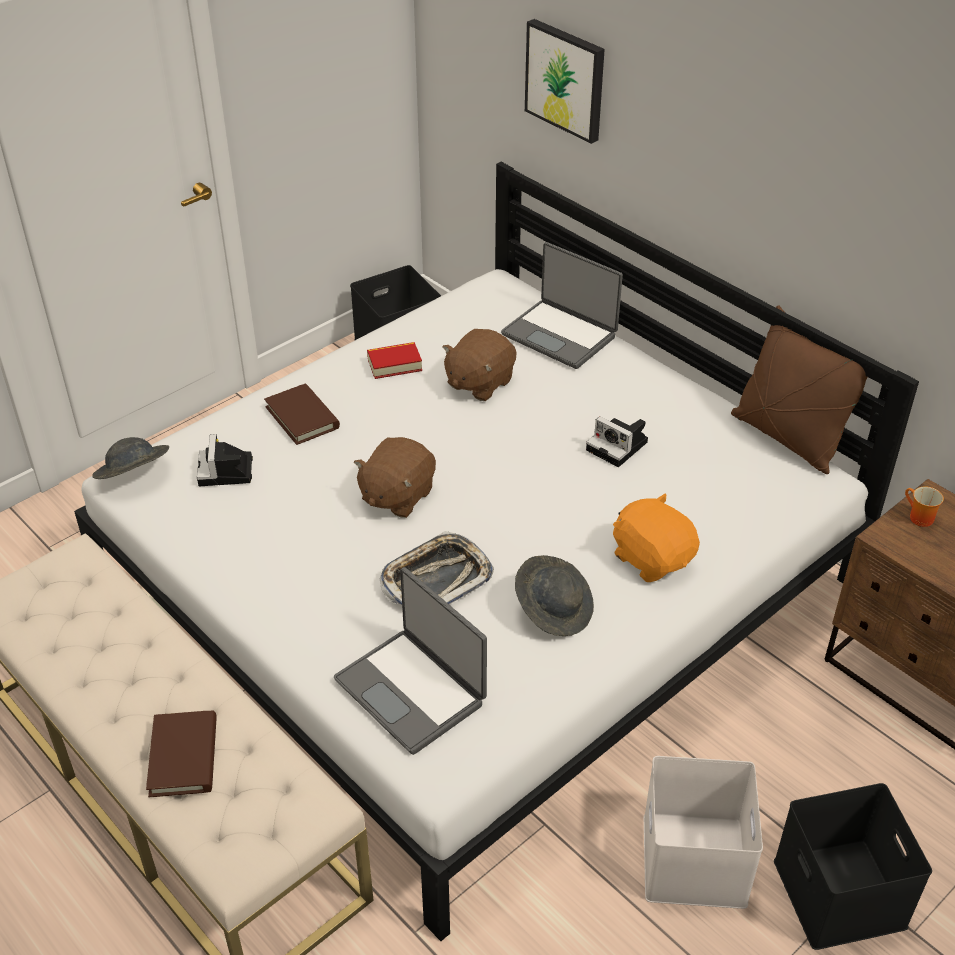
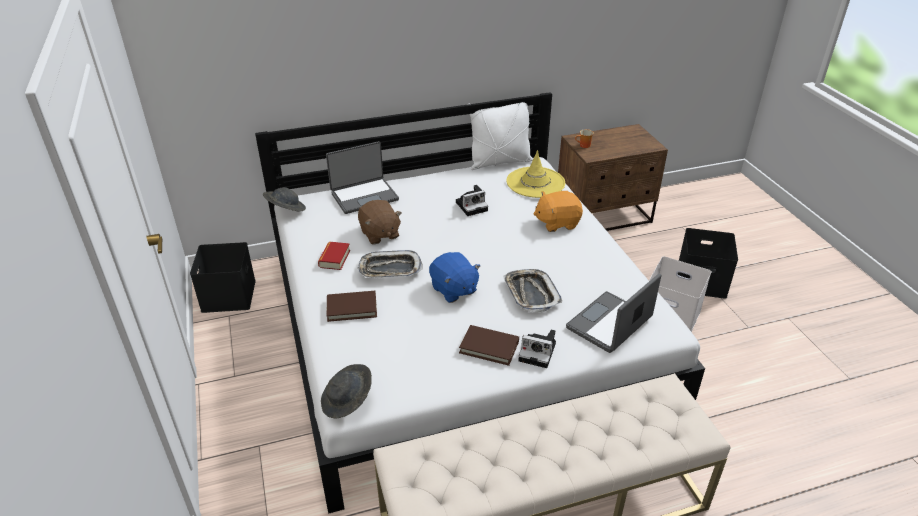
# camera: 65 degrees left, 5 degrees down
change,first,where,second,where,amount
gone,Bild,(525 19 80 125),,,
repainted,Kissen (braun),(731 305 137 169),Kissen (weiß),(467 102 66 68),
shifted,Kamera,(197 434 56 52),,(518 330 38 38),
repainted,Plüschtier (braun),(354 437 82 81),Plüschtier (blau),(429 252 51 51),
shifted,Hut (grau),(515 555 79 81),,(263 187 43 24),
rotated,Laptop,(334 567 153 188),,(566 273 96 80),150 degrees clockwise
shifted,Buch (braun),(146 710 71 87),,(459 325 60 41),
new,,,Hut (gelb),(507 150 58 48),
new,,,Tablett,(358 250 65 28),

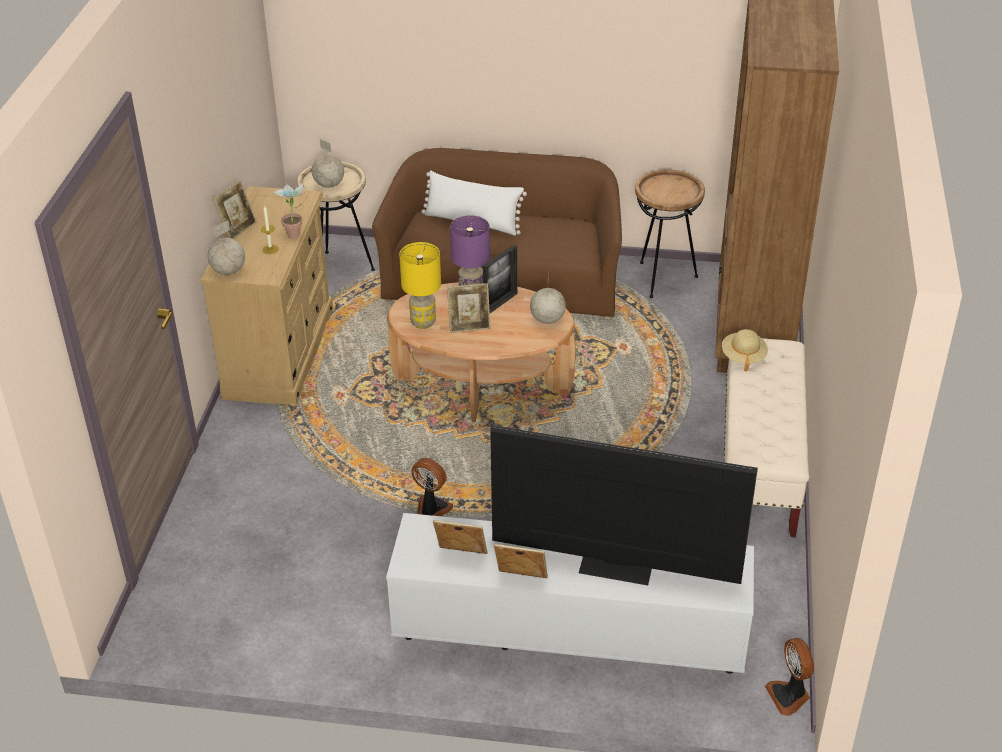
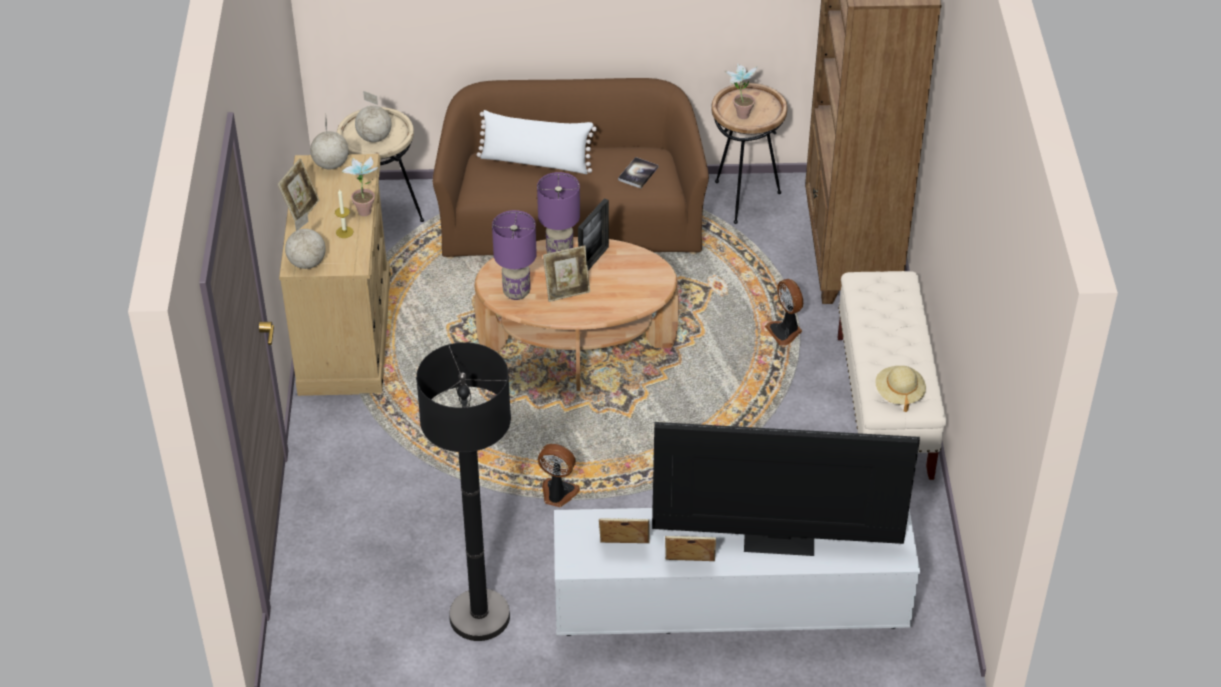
# camera: 10 degrees left, 5 degrees up
change,first,where,second,where,amount
repainted,Tischlampe (gelb),(399 242 42 87),Tischlampe (lila),(492 210 45 90),
shifted,Globus,(530 274 36 50),,(310 118 39 51),
shifted,Hut (beige),(722 329 46 42),,(875 366 51 46),
shifted,Ventilator,(765 638 49 78),,(765 279 38 67),
new,,,Topfpflanze,(724 63 34 56),
new,,,Buch,(618 157 41 31),
new,,,Stehlampe (schwarz),(416 342 95 299),

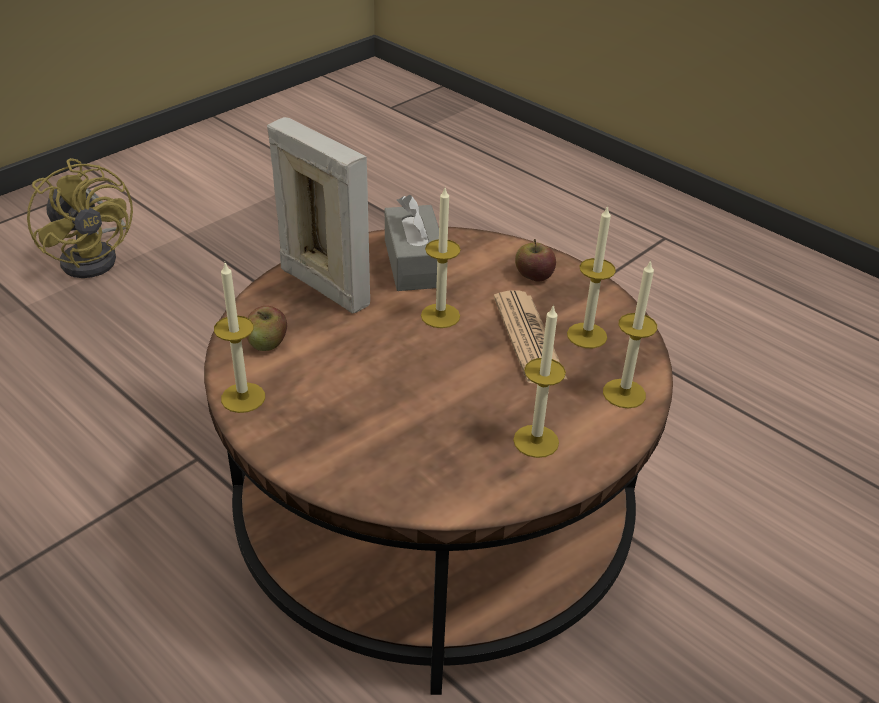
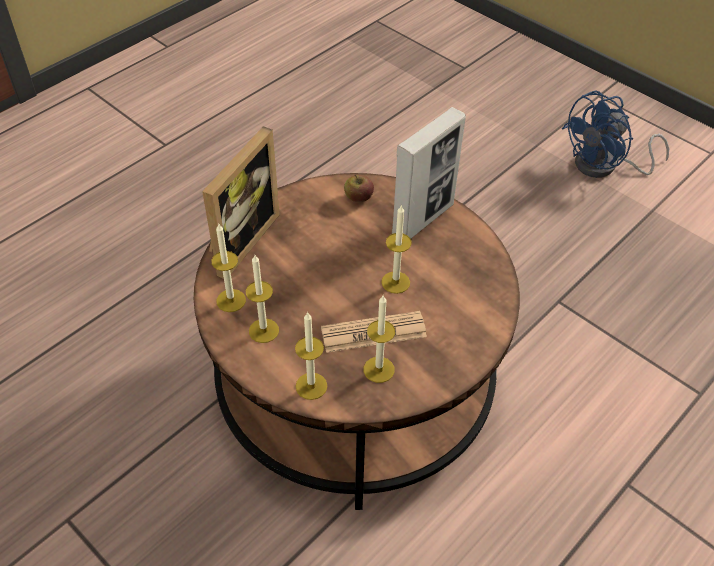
# camera: 90 degrees right, 10 degrees up
change,first,where,second,where,amount
repainted,Ventilator (gelb),(27 158 106 120),Ventilator (blau),(562 90 107 88),
gone,Taschentuchbox (grau),(385 195 54 96),,,
gone,Apfel,(515 239 41 43),,,
shifted,Kerze,(214 263 51 150),,(211 223 35 89),
new,,,Bilderrahmen,(202 126 78 153),

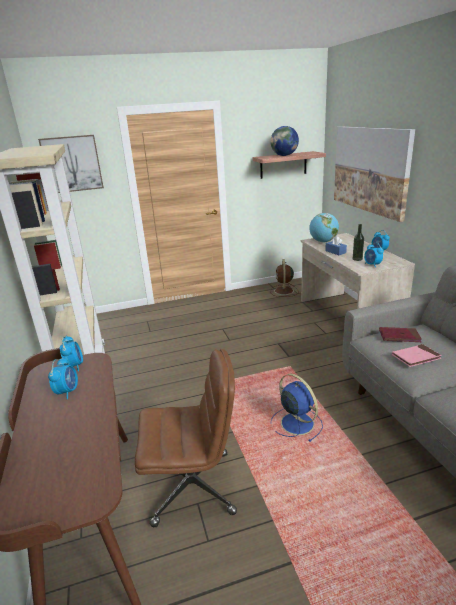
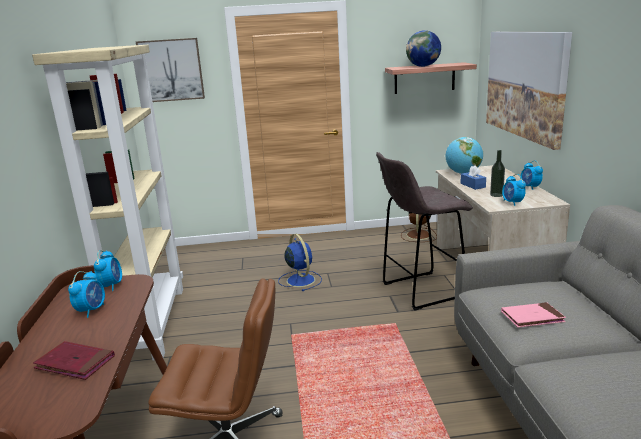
# camera: 10 degrees right, 5 degrees down
change,first,where,second,where,amount
shifted,Buch (rot),(379 327 43 15),,(33 341 82 39),
shifted,Ventilator (blau),(271 374 52 68),,(278 234 44 57),
new,,,Hocker (grau),(376 152 97 158),

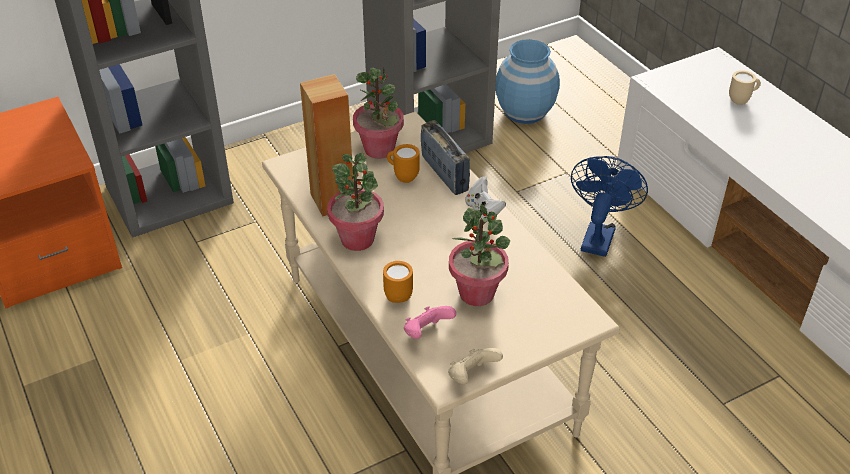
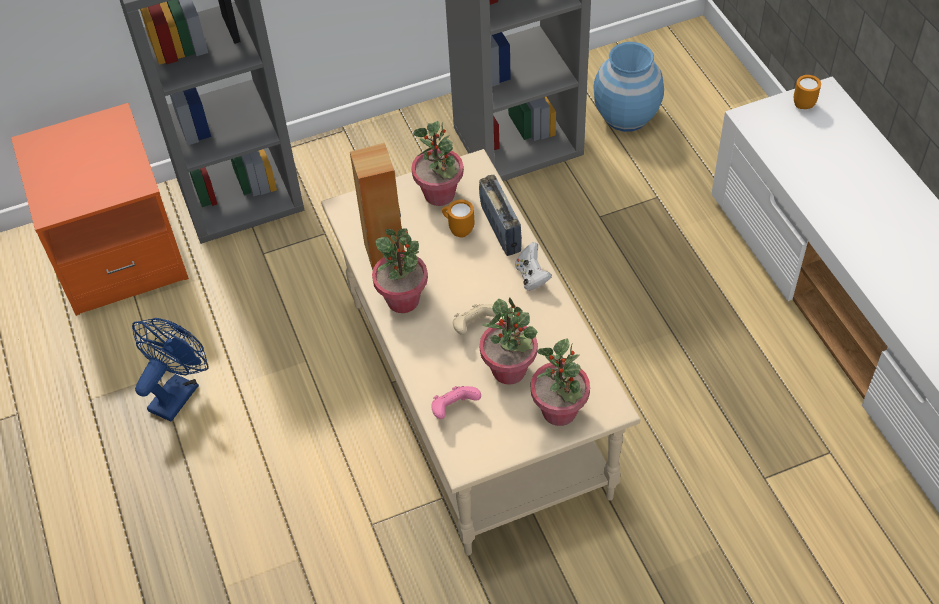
# camera: 10 degrees right, 10 degrees up
change,first,where,second,where,amount
gone,Henkelbecher (beige),(729 70 32 35),,,
shifted,Ventilator (blau),(571 156 77 101),,(132 318 77 104),
shifted,Henkelbecher (orange),(383 261 30 42),,(794 75 27 34),
shifted,Gamepad (beige),(448 348 55 36),,(453 304 43 31),
new,,,Topfpflanze,(531 338 59 88),

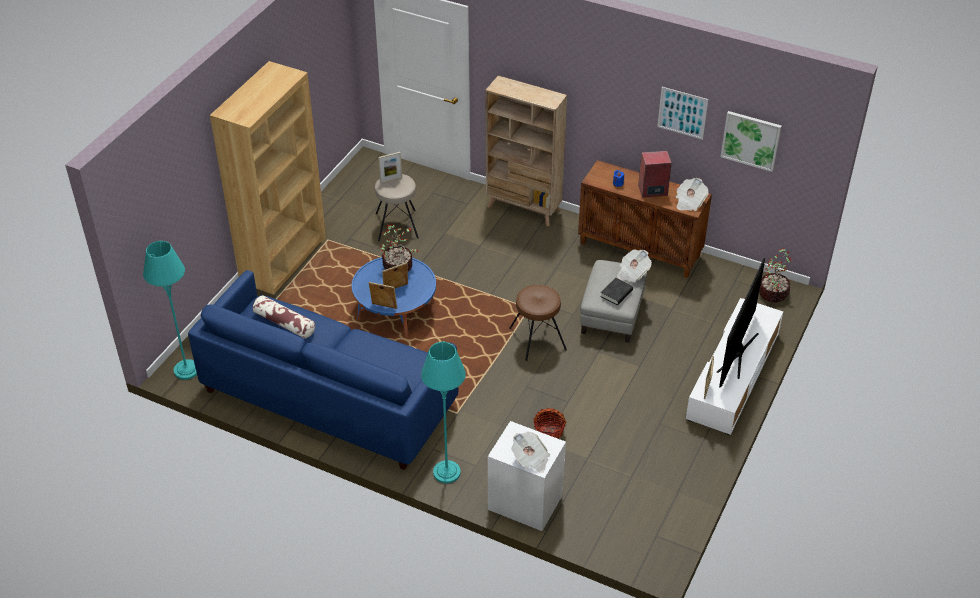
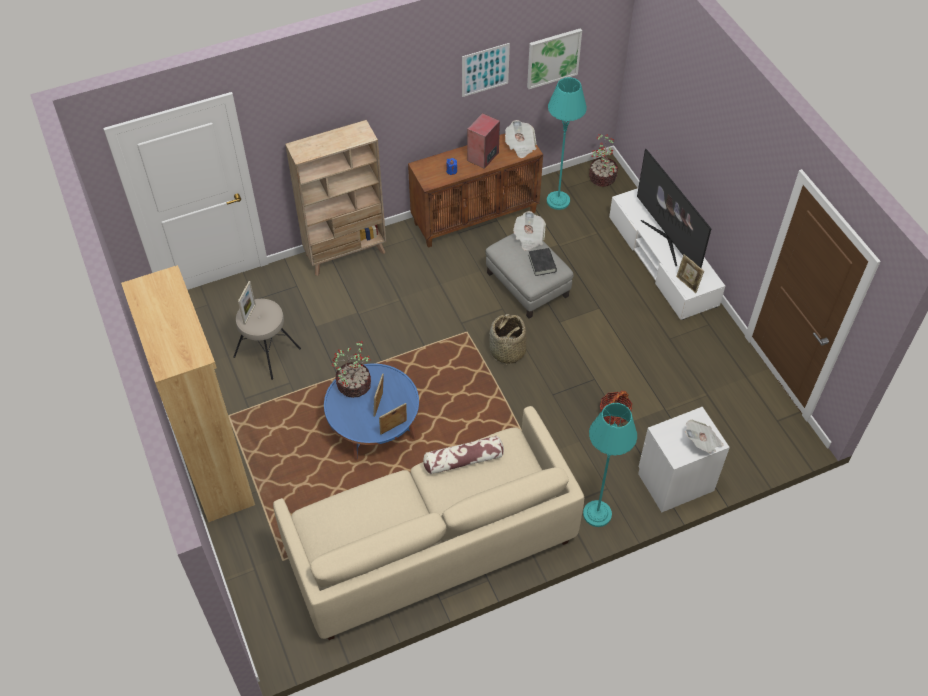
# camera: 50 degrees left, 10 degrees up
change,first,where,second,where,amount
shifted,Stehlampe (türkis),(143 241 54 139),,(547 77 40 133),
repainted,Sofa (blau),(188 270 270 200),Sofa (beige),(273 406 311 234),
swapped,Hocker (braun),(509 285 58 76),Korb,(489 314 38 52),
shifted,Kissen,(253 295 62 44),,(423 436 81 38),

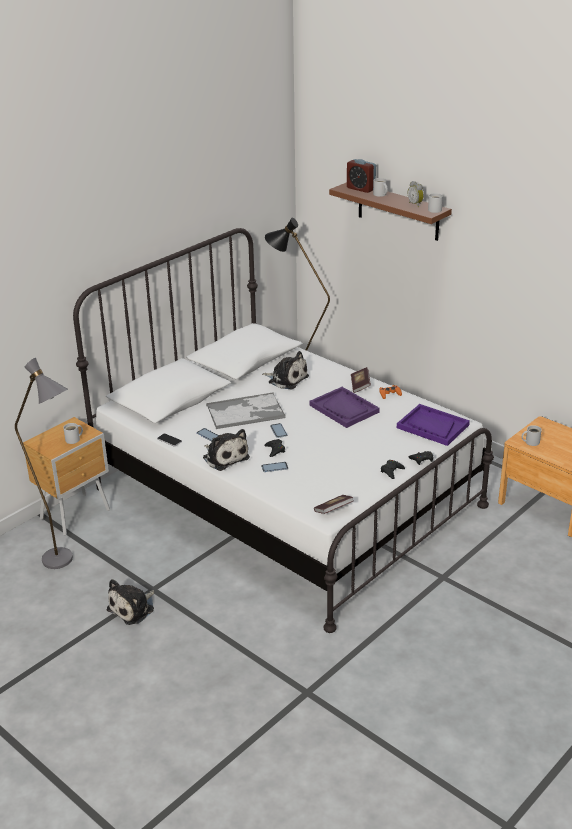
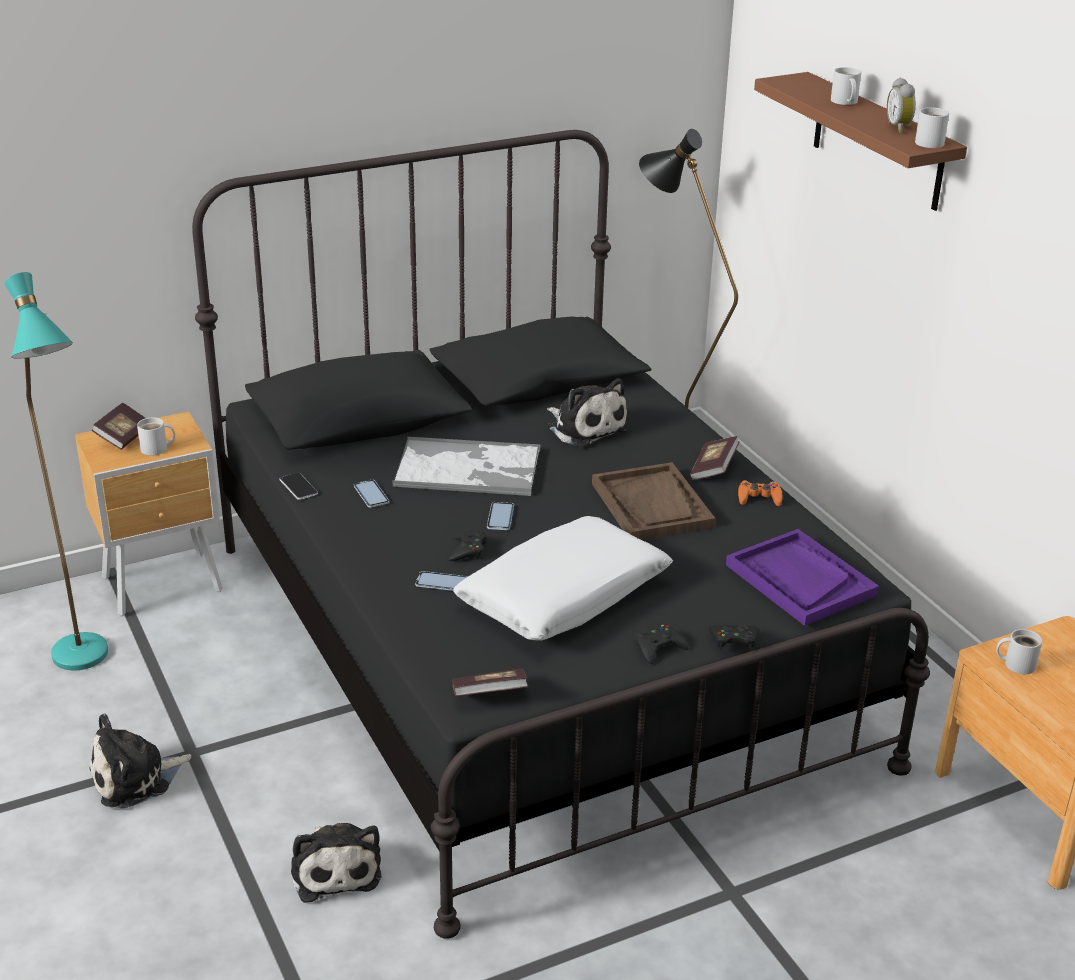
# camera: 20 degrees right, 0 degrees up
change,first,where,second,where,amount
gone,Wecker,(347 159 29 34),,,
repainted,Bett (weiß),(73 228 421 405),Bett (schwarz),(192 130 738 809),
repainted,Stehlampe (grau),(15 358 58 211),Stehlampe (türkis),(4 272 104 398),
repainted,Tablett (lila),(310 387 70 41),Tablett (braun),(592 462 123 78),
shifted,Plüschtier,(203 429 47 42),,(291 823 90 80),
new,,,Buch,(92 403 53 47),
new,,,Kissen (weiß),(453 516 220 125),

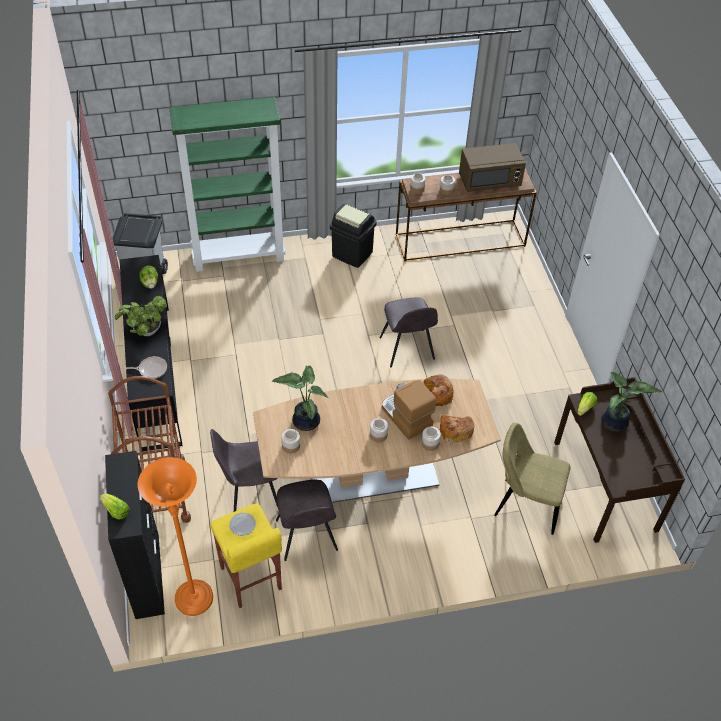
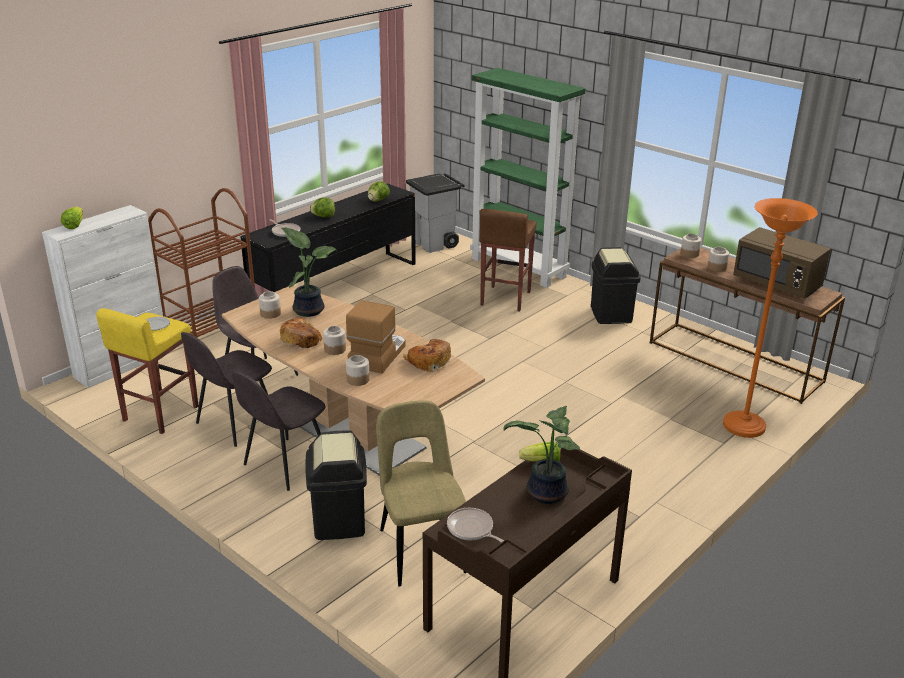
# camera: 55 degrees right, 20 degrees down
change,first,where,second,where,amount
swapped,Topfpflanze,(115 296 52 40),Salatkopf,(310 197 25 20),
shifted,Stuhl (grau),(380 297 58 70),,(232 371 94 120),
shifted,Brot,(440 415 34 28),,(280 318 43 31),
repainted,Schrank (schwarz),(105 451 60 168),Schrank (weiß),(42 205 127 183),
shifted,Stehlampe (orange),(138 457 75 159),,(723 198 95 240),
new,,,Hocker (braun),(479 209 58 102),
new,,,Mülleimer (schwarz),(305 430 62 110),
new,,,Pfanne,(447 508 57 34),

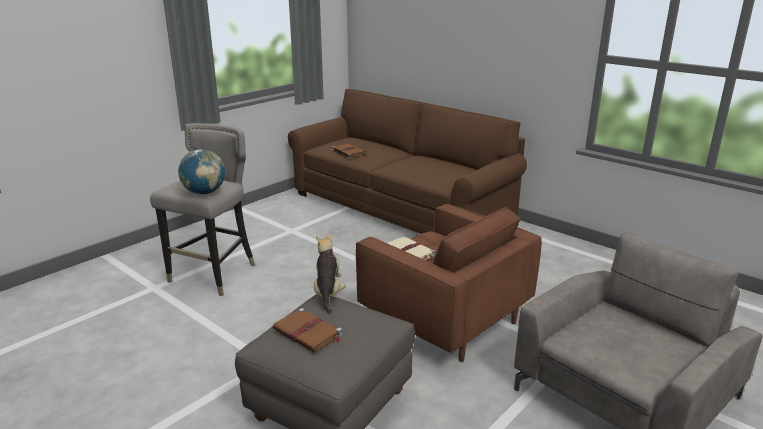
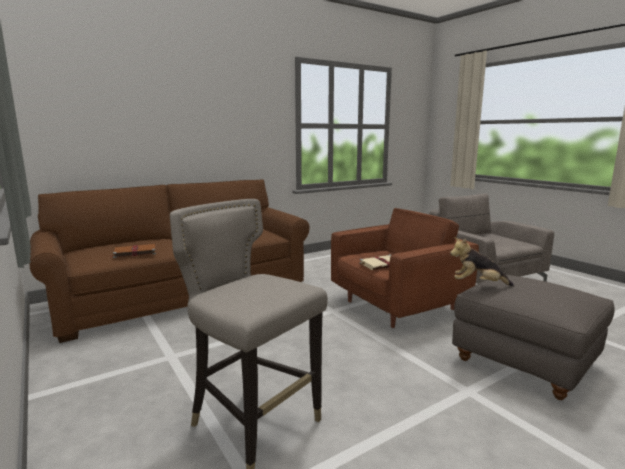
# camera: 75 degrees left, 10 degrees down
change,first,where,second,where,amount
gone,Globus,(178 149 47 45),,,
gone,Buch (braun),(273 308 69 44),,,

